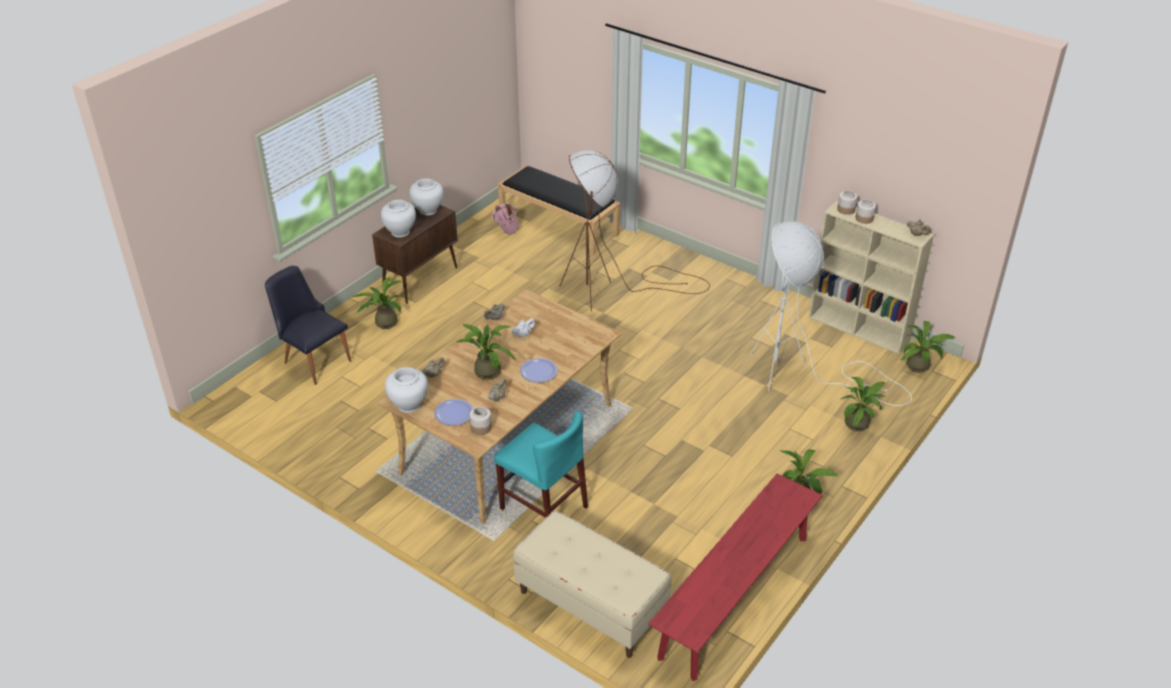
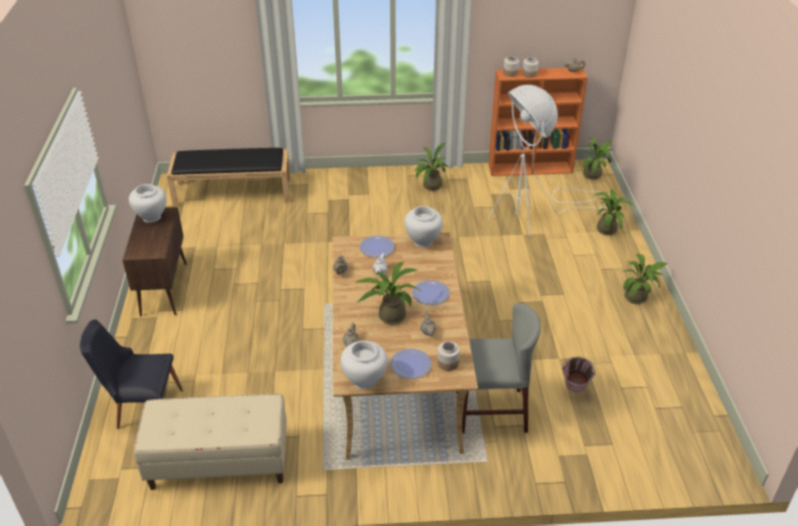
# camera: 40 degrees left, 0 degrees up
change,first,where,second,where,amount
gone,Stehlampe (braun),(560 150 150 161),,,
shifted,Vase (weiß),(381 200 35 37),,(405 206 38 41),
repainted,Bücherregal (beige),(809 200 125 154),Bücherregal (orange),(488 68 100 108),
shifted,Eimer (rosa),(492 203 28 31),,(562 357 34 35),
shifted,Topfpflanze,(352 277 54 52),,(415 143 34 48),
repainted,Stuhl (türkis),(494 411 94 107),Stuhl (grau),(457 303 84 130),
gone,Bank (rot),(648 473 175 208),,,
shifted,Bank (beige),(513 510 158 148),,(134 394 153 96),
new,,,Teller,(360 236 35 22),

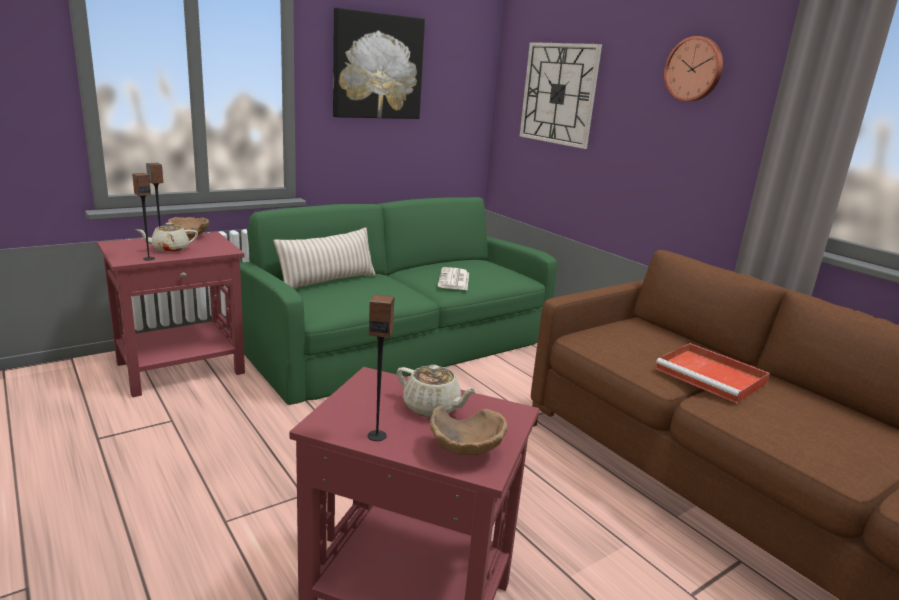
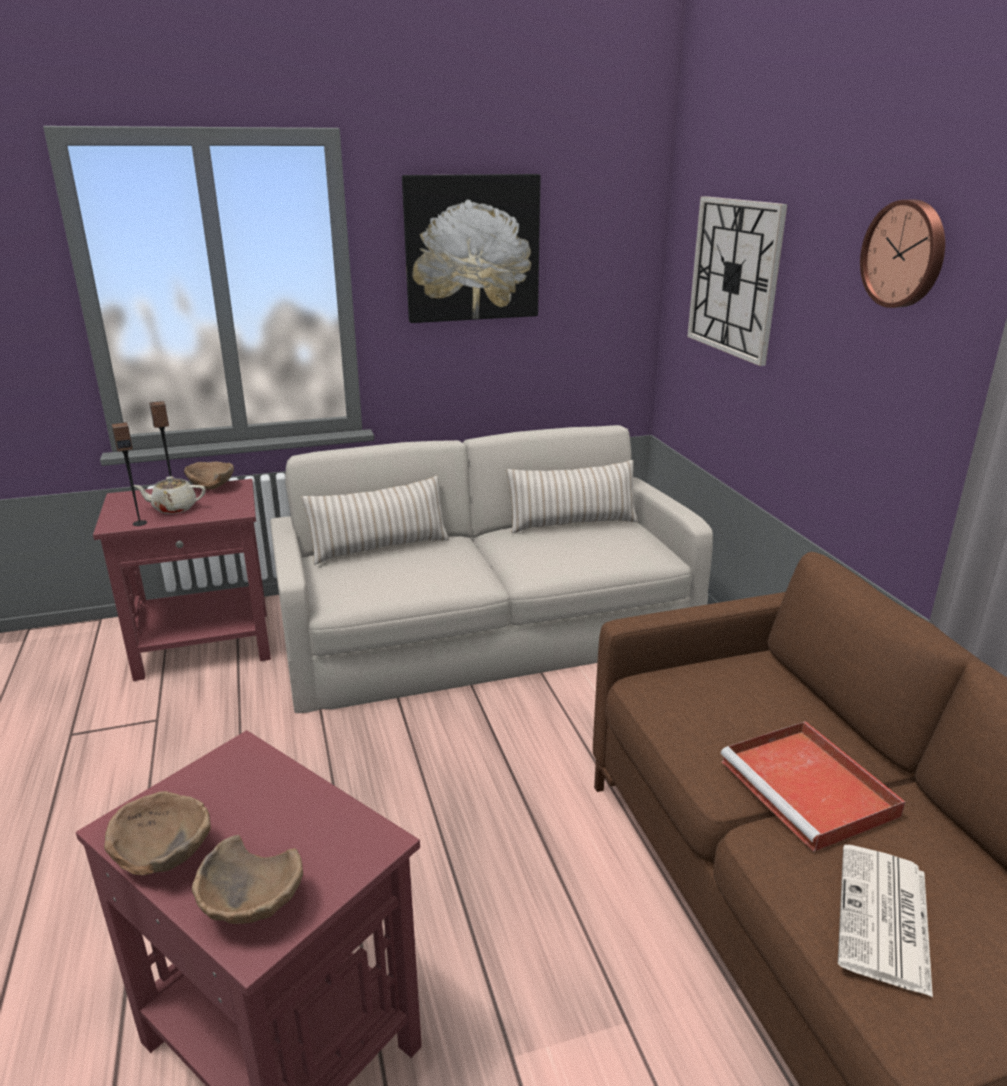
# camera: 20 degrees right, 5 degrees up
change,first,where,second,where,amount
repainted,Sofa (grün),(240 197 317 208),Sofa (beige),(270 425 443 288),
shifted,Zeitung,(438 267 31 23),,(838 845 95 152),
swapped,Lautsprecher,(368 294 27 147),Schüssel (braun),(104 791 107 84),
gone,Teekanne (beige),(397 365 81 52),,,
new,,,Kissen (beige),(506 460 132 73),

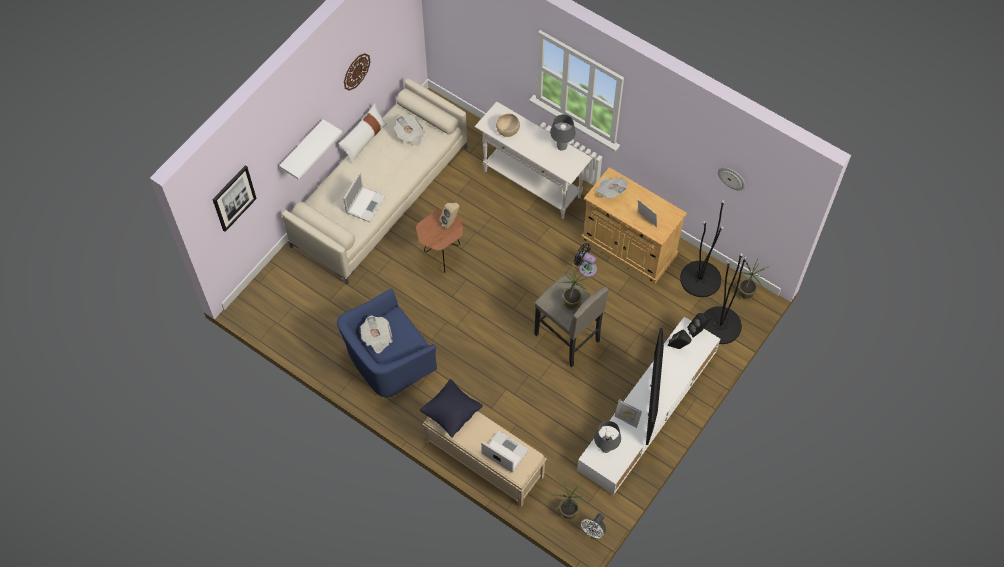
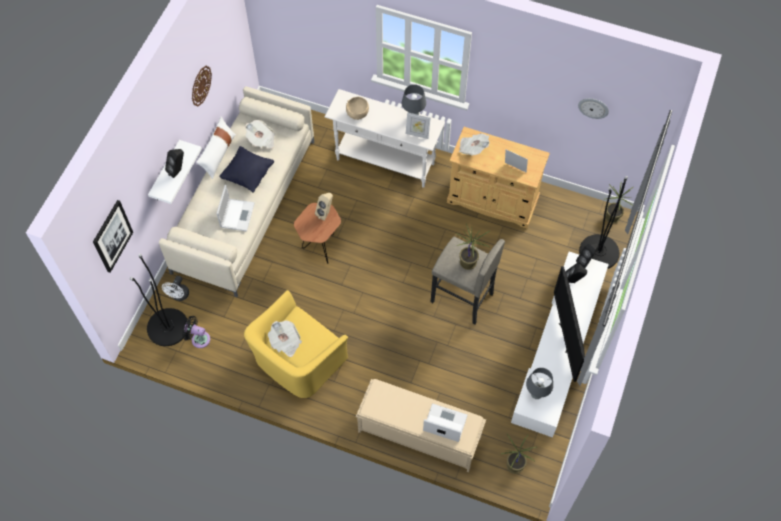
# camera: 15 degrees left, 0 degrees up
change,first,where,second,where,amount
shifted,Stehlampe (schwarz),(680 200 45 97),,(130 254 58 92),
shifted,Ventilator (schwarz),(574 244 23 33),,(182 316 28 32),
repainted,Sessel (blau),(337 288 100 109),Sessel (gelb),(244 290 104 108),
shifted,Kissen (schwarz),(420 379 63 59),,(219 146 55 46),
shifted,Bilderrahmen,(615 399 27 29),,(406 112 24 27),
shifted,Ventilator (weiß),(581 513 25 26),,(162 276 27 25),
new,,,Lautsprecher (schwarz),(165 149 19 29),

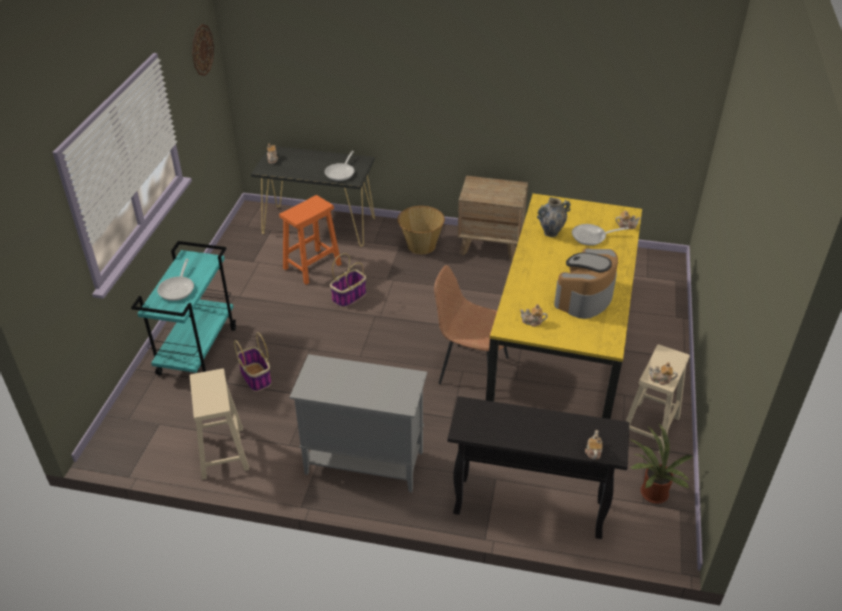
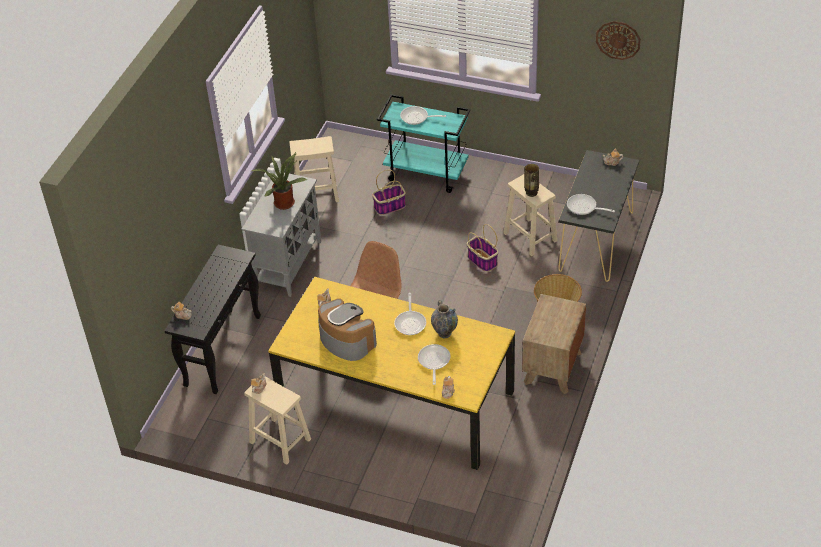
# camera: 100 degrees right, 5 degrees up
change,first,where,second,where,amount
repainted,Hocker (orange),(279 195 63 90),Hocker (beige),(503 174 55 82),
shifted,Topfpflanze,(630 424 63 80),,(251 152 56 58),
new,,,Vase,(524 164 15 33),
new,,,Pfanne,(394 293 32 42),

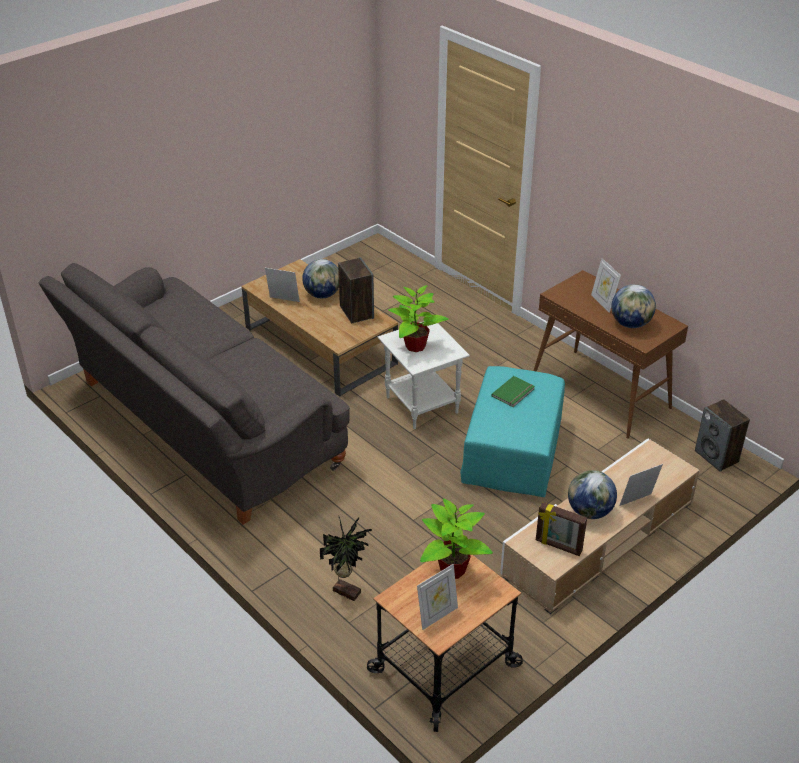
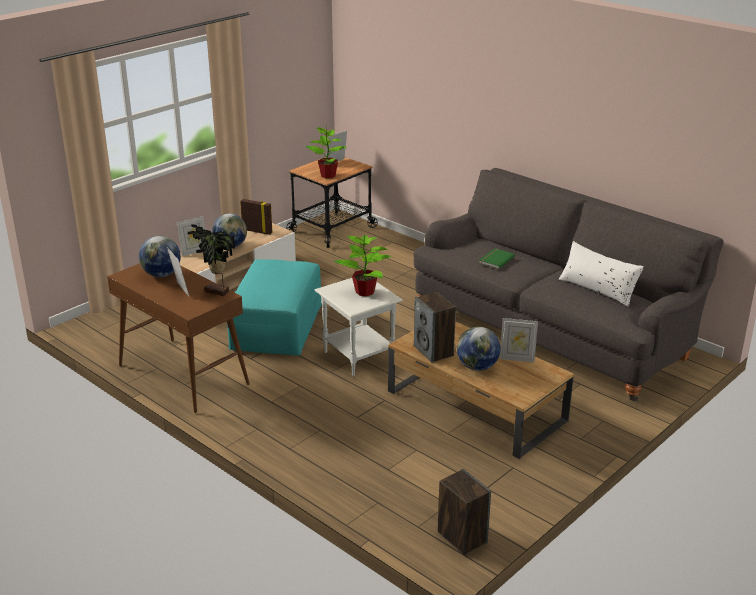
# camera: 175 degrees right, 10 degrees down
change,first,where,second,where,amount
shifted,Buch (grün),(491 376 44 31),,(479 248 36 21),
shifted,Lautsprecher,(695 399 55 73),,(438 469 53 86),
shifted,Topfpflanze,(320 517 52 84),,(188 224 47 72),
new,,,Kissen (weiß),(558 241 86 66),

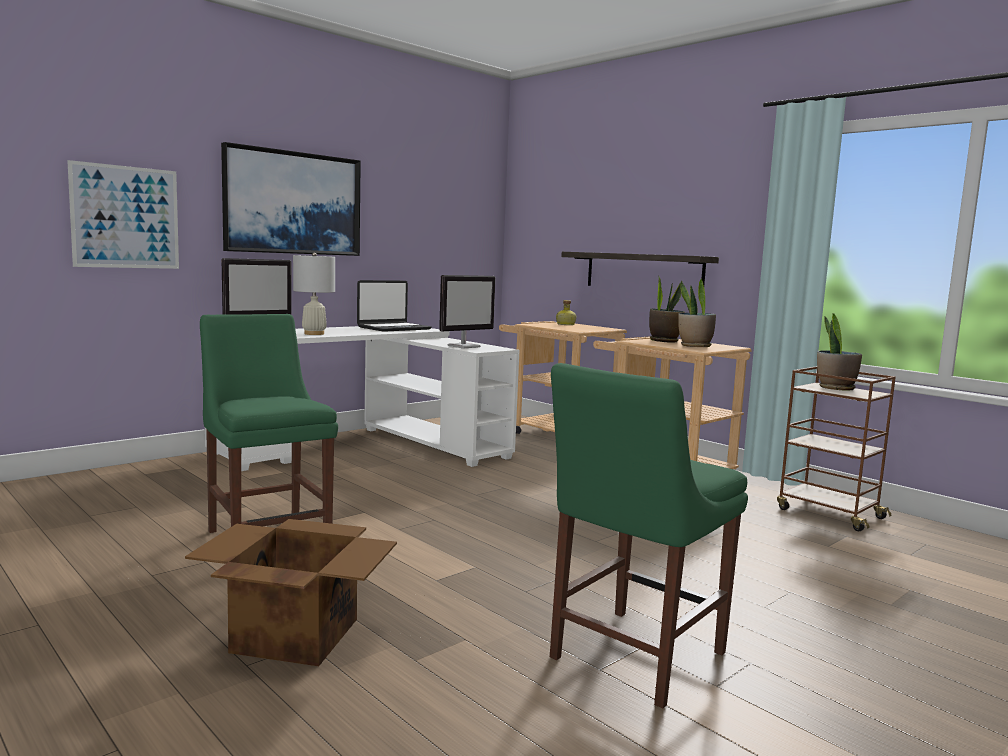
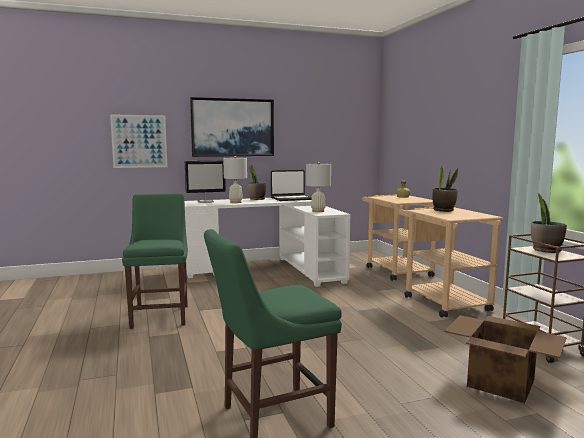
# camera: 25 degrees right, 0 degrees up
change,first,where,second,where,amount
gone,Wandregal,(561 252 158 34),,,
swapped,Monitor,(439 275 56 74),Tischlampe (weiß),(306 162 25 50),
shifted,Topfpflanze,(678 278 38 69),,(247 165 19 35),
shifted,Karton,(185 519 212 147),,(444 315 123 88),

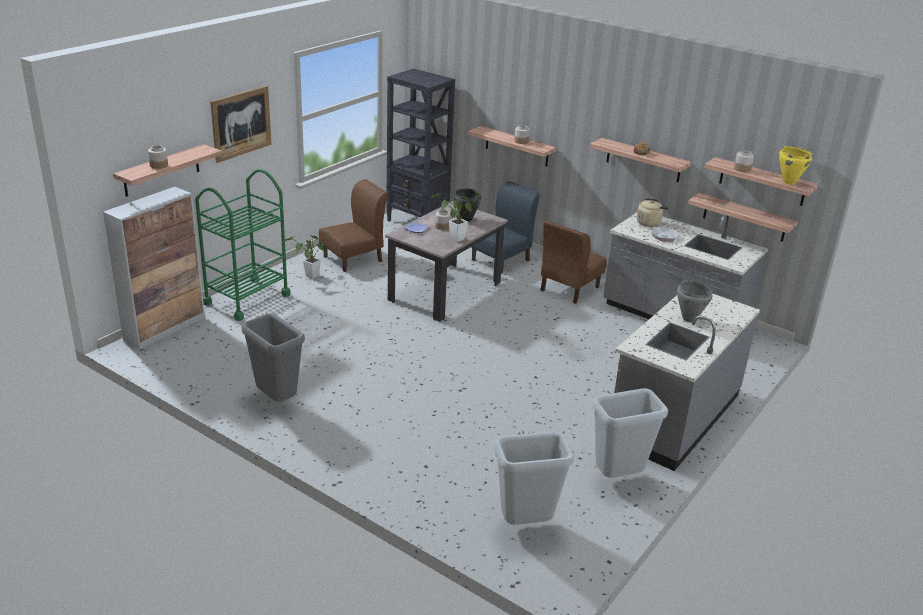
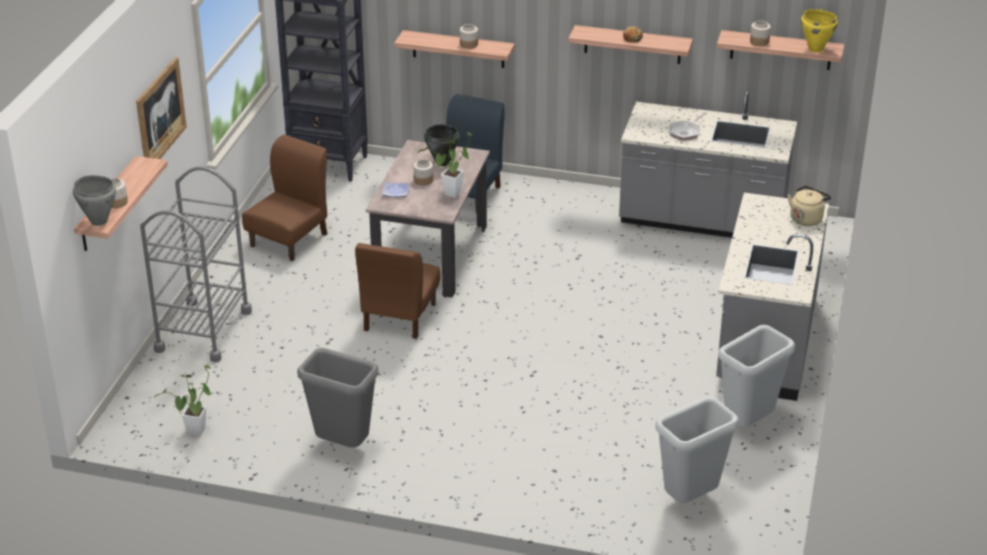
# camera: 20 degrees left, 5 degrees up
change,first,where,second,where,amount
repainted,Rollwagen (grün),(195 169 96 152),Rollwagen (grau),(140 166 112 196),
gone,Schrank,(103 187 102 162),,,
gone,Wandregal,(688 193 110 49),,,
shifted,Wasserkessel (beige),(637 198 32 29),,(788 186 43 40),
shifted,Stuhl (braun),(540 221 67 83),,(355 243 86 96),
shifted,Topfpflanze,(285 231 45 48),,(154 365 58 71),
shifted,Kochtopf (grau),(677 280 35 42),,(73 175 43 51),

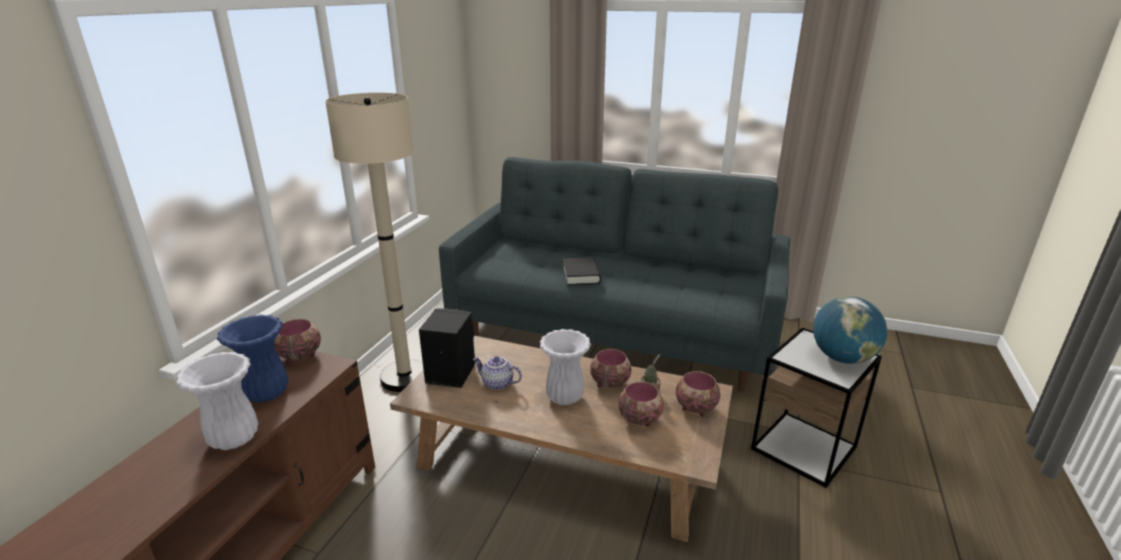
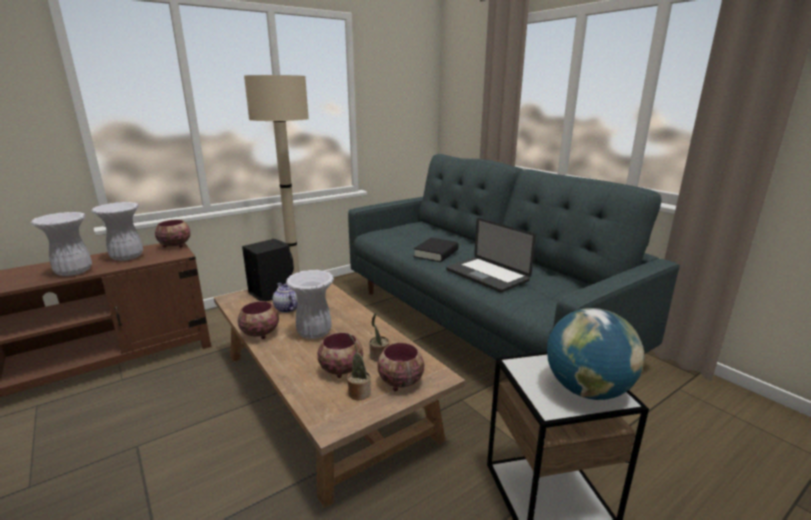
# camera: 35 degrees right, 5 degrees down
change,first,where,second,where,amount
repainted,Vase (blau),(217 315 71 87),Vase (weiß),(91 202 52 59),
shifted,Schüssel,(590 349 42 39),,(238 301 41 38),
new,,,Laptop,(446 218 90 75),
new,,,Topfpflanze,(347 334 24 66),

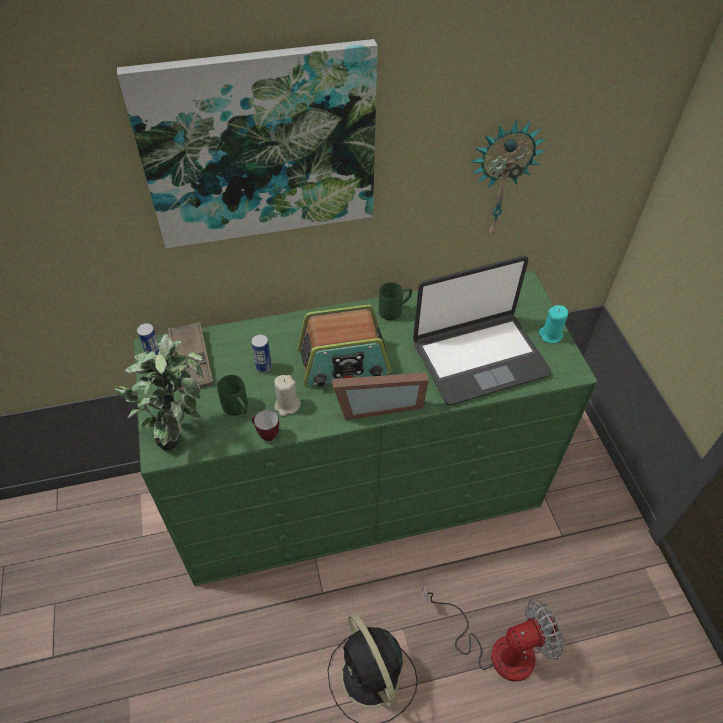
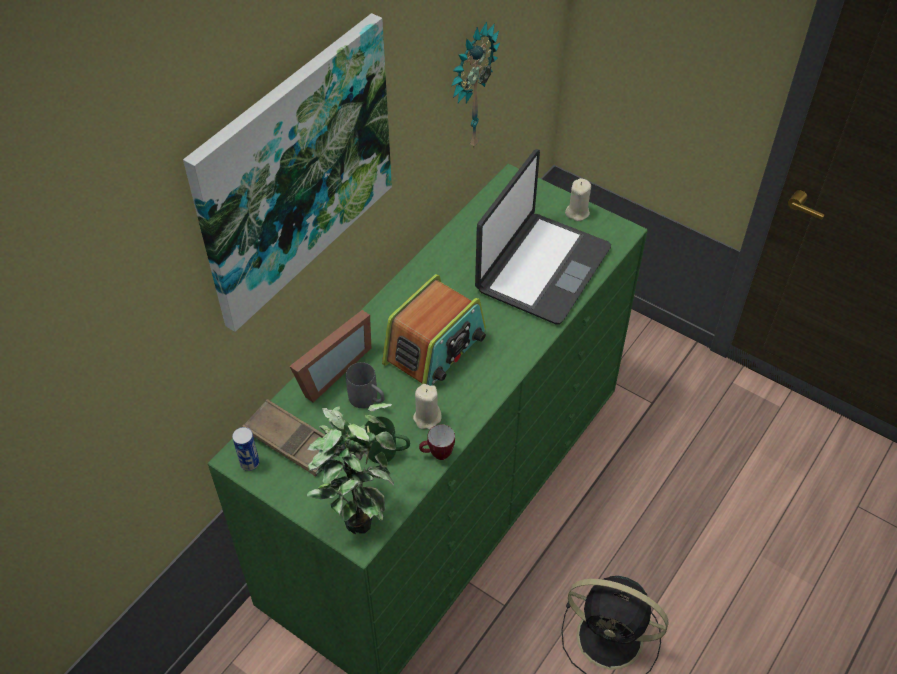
# camera: 40 degrees left, 0 degrees up
change,first,where,second,where,amount
gone,Henkelbecher (grün),(379 282 33 38),,,
repainted,Kerze (türkis),(539 305 29 38),Kerze (beige),(565 178 26 43),
swapped,Dose,(251 334 21 39),Henkelbecher (grau),(346 362 38 46),
shifted,Bilderrahmen,(332 372 97 48),,(289 310 82 93),
gone,Ventilator,(422 586 142 95),,,

